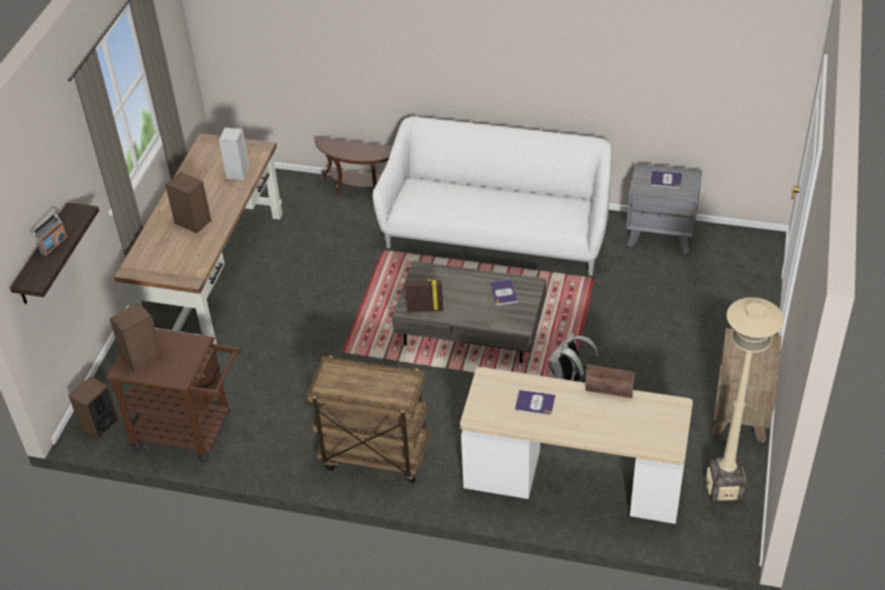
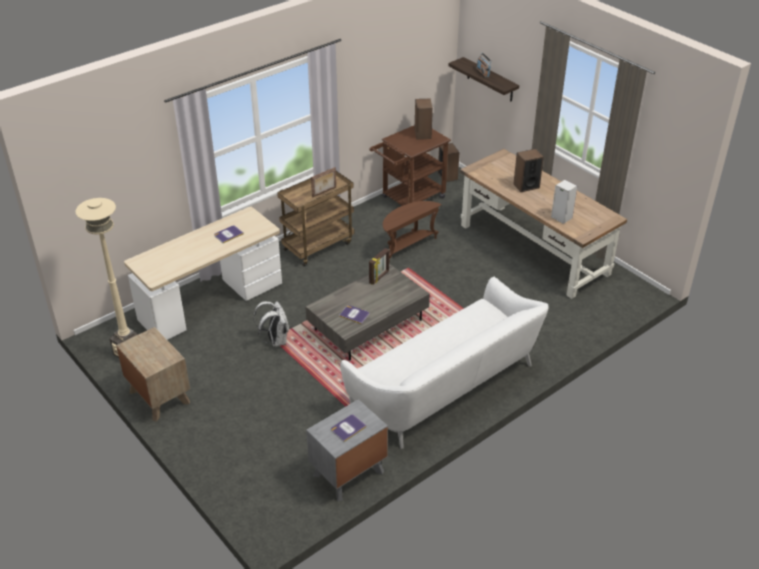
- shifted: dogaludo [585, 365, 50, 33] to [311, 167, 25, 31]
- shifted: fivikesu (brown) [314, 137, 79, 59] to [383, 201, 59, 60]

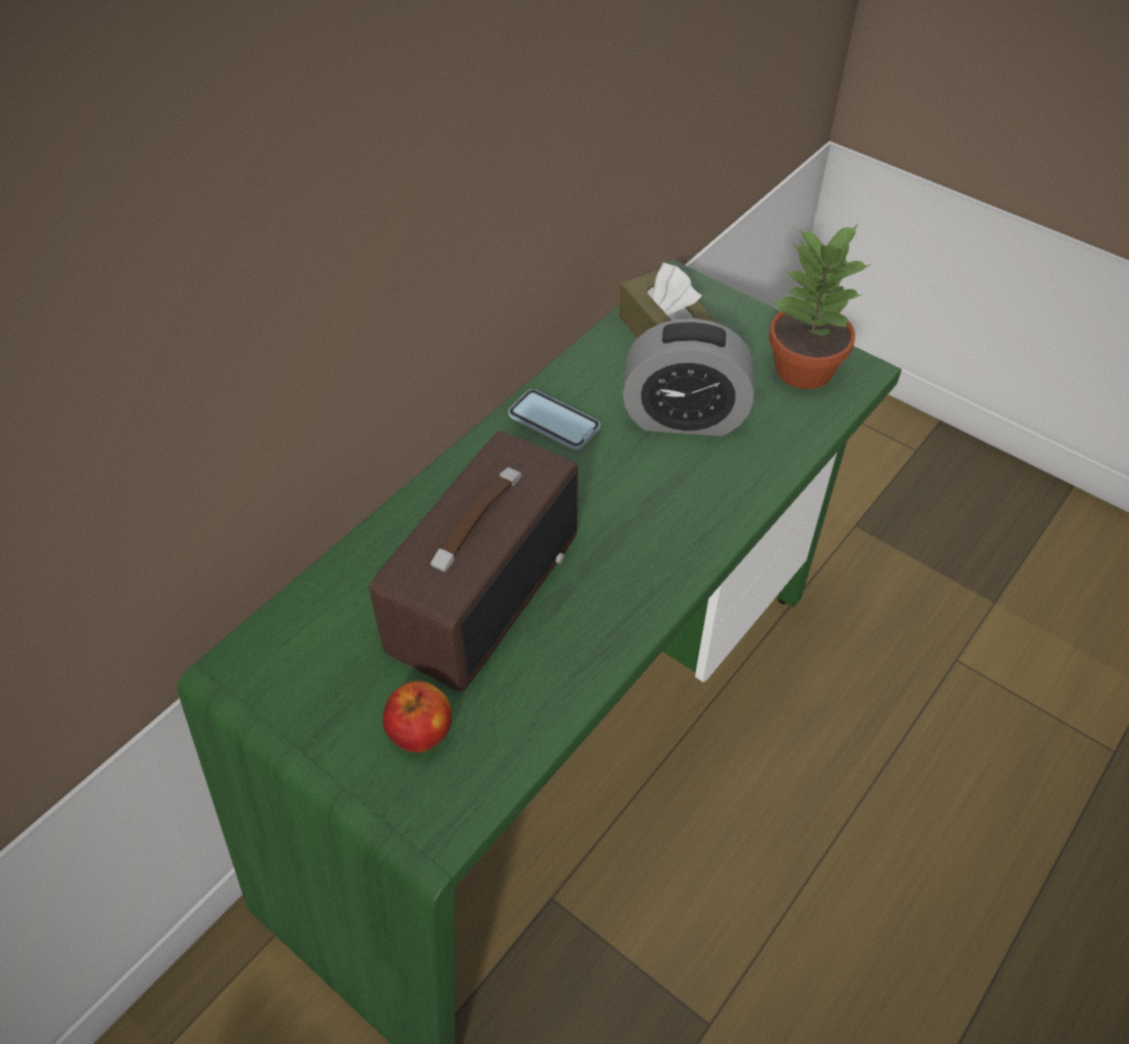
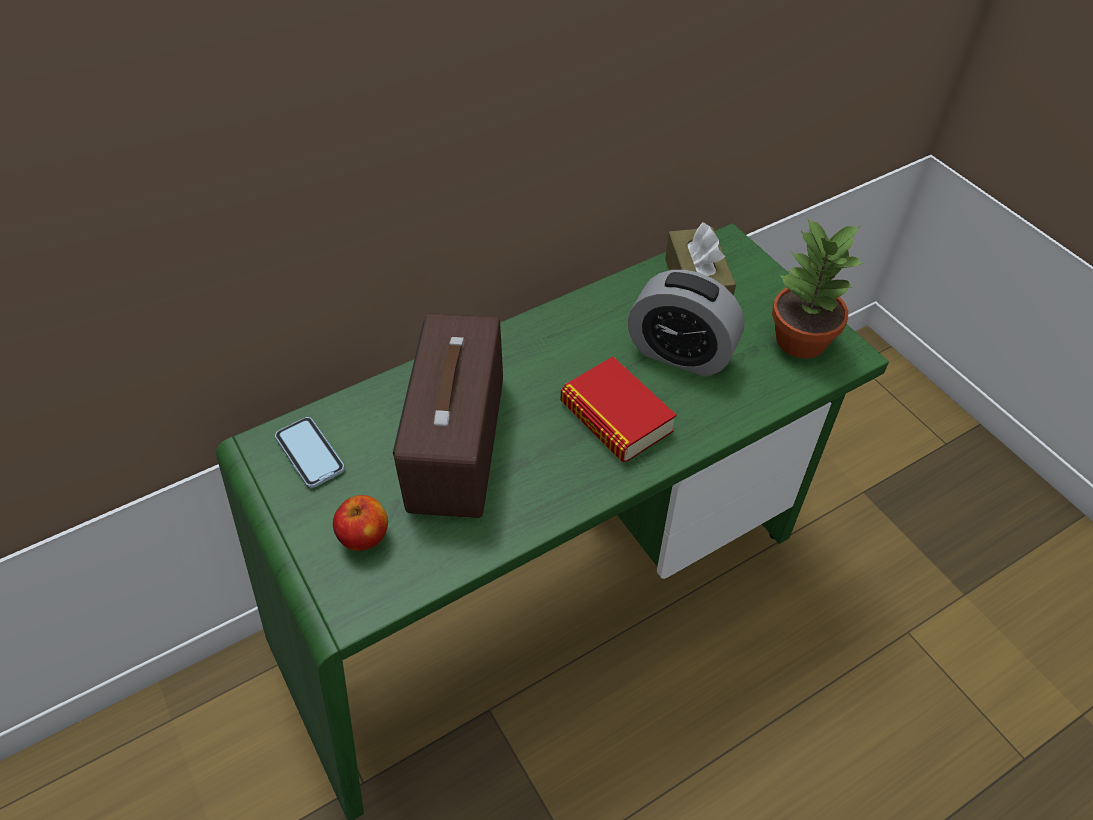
- shifted: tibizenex [508, 389, 92, 61] to [275, 417, 70, 71]
- rotated: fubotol [369, 431, 209, 260] = [393, 314, 110, 204] 135 degrees clockwise
- new: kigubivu [561, 357, 116, 106]

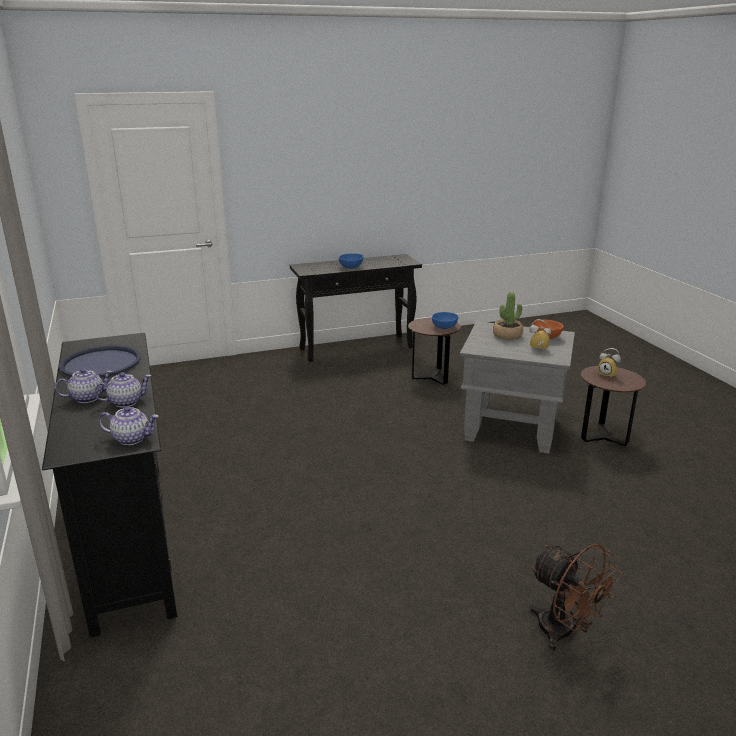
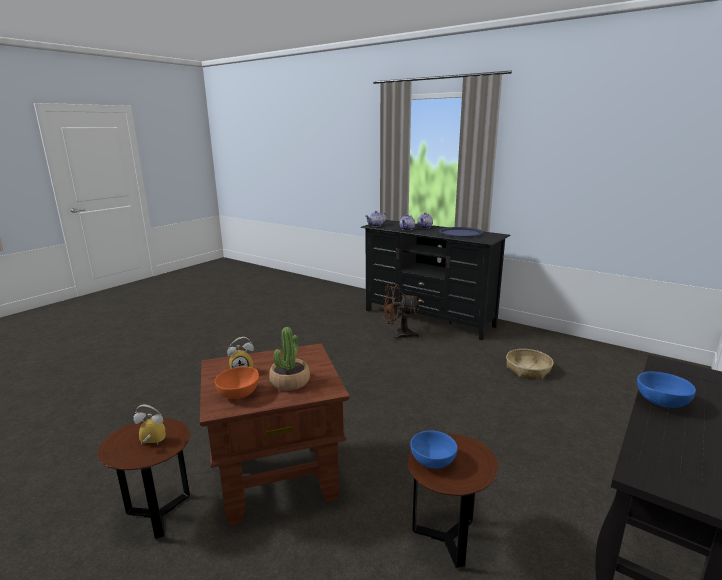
- repainted: fivikesu (grey) [460, 321, 115, 133] to fivikesu (brown) [200, 343, 149, 183]
- shifted: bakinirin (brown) [529, 544, 93, 107] to [382, 283, 38, 57]
- new: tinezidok [506, 349, 48, 30]

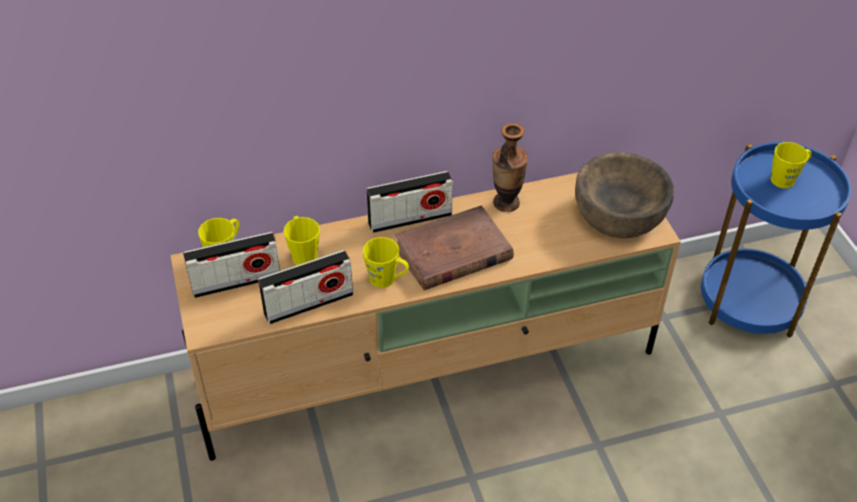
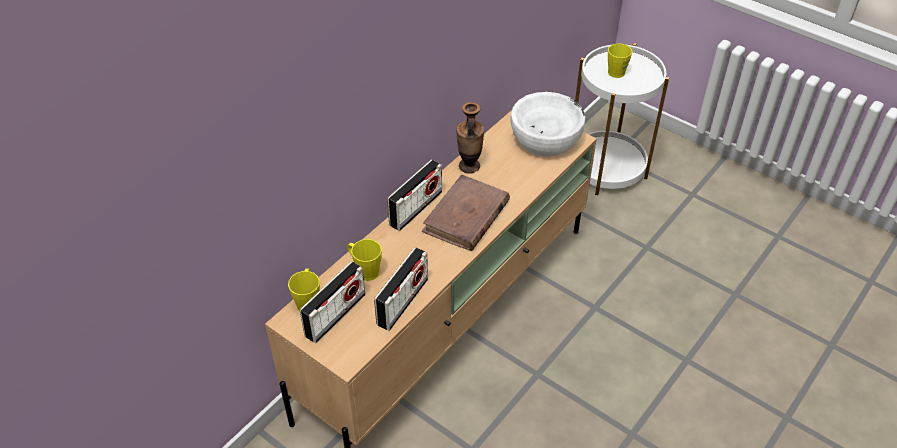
- repainted: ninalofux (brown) [575, 152, 99, 87] to ninalofux (white) [510, 92, 76, 65]
- repainted: fivikesu (blue) [701, 142, 150, 196] to fivikesu (white) [575, 43, 94, 152]
- gone: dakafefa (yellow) [363, 237, 46, 51]

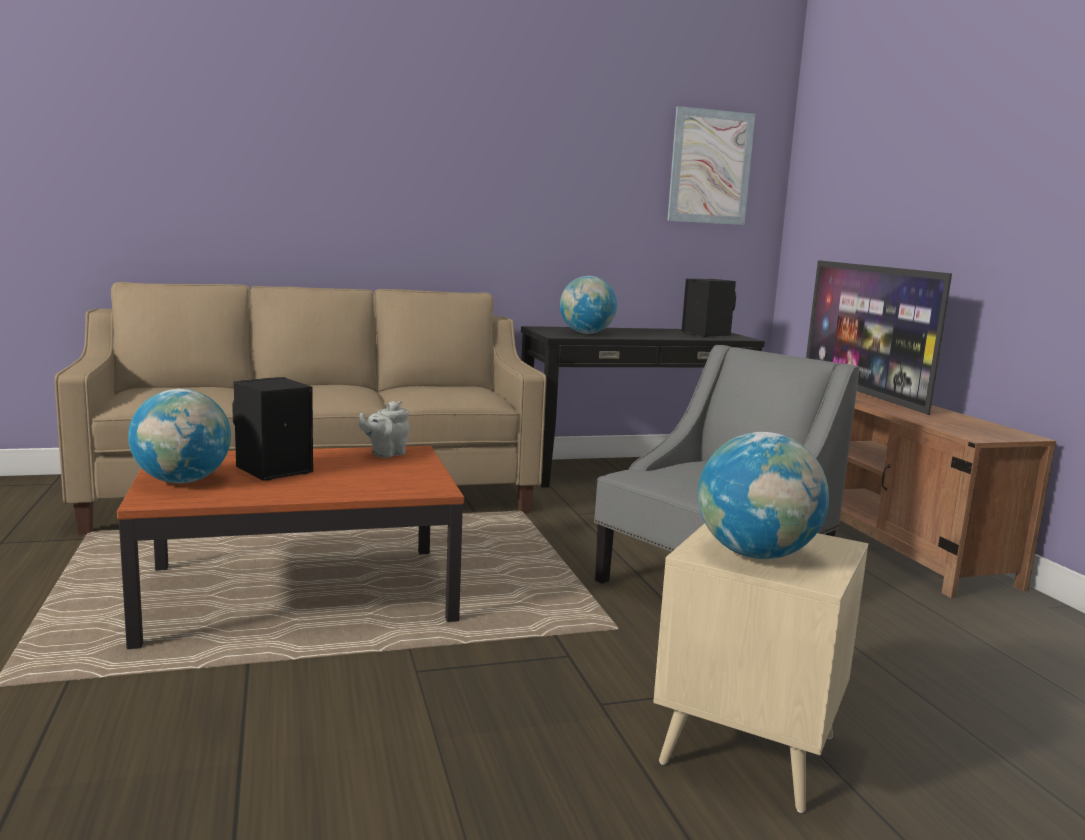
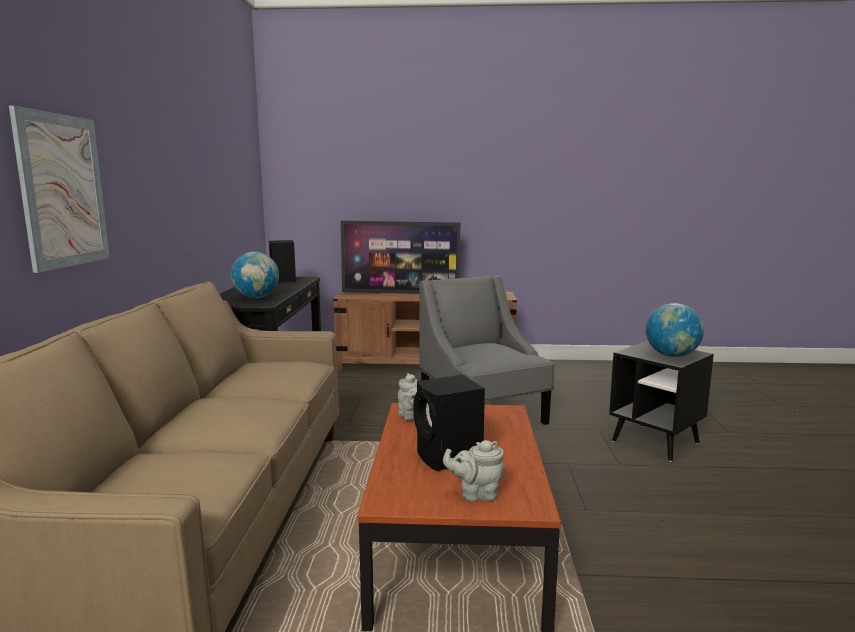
- shifted: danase [667, 106, 88, 119] to [9, 105, 101, 168]
- swapped: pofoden [128, 389, 103, 94] to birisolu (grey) [443, 440, 62, 61]
- repainted: fivikesu (beige) [653, 523, 215, 290] to fivikesu (black) [609, 341, 105, 121]

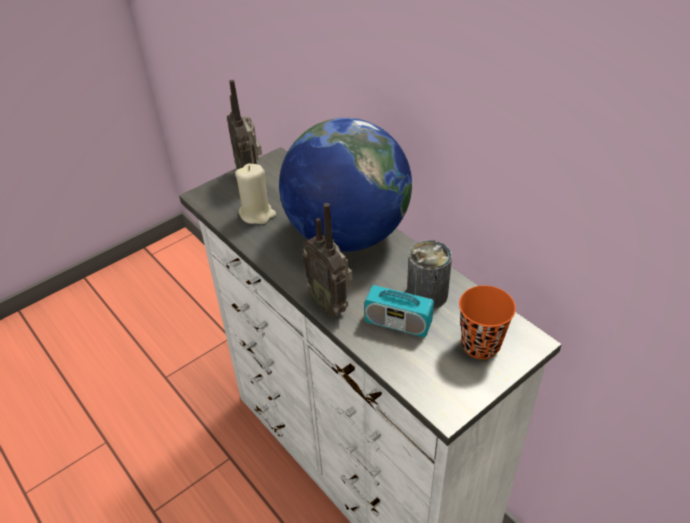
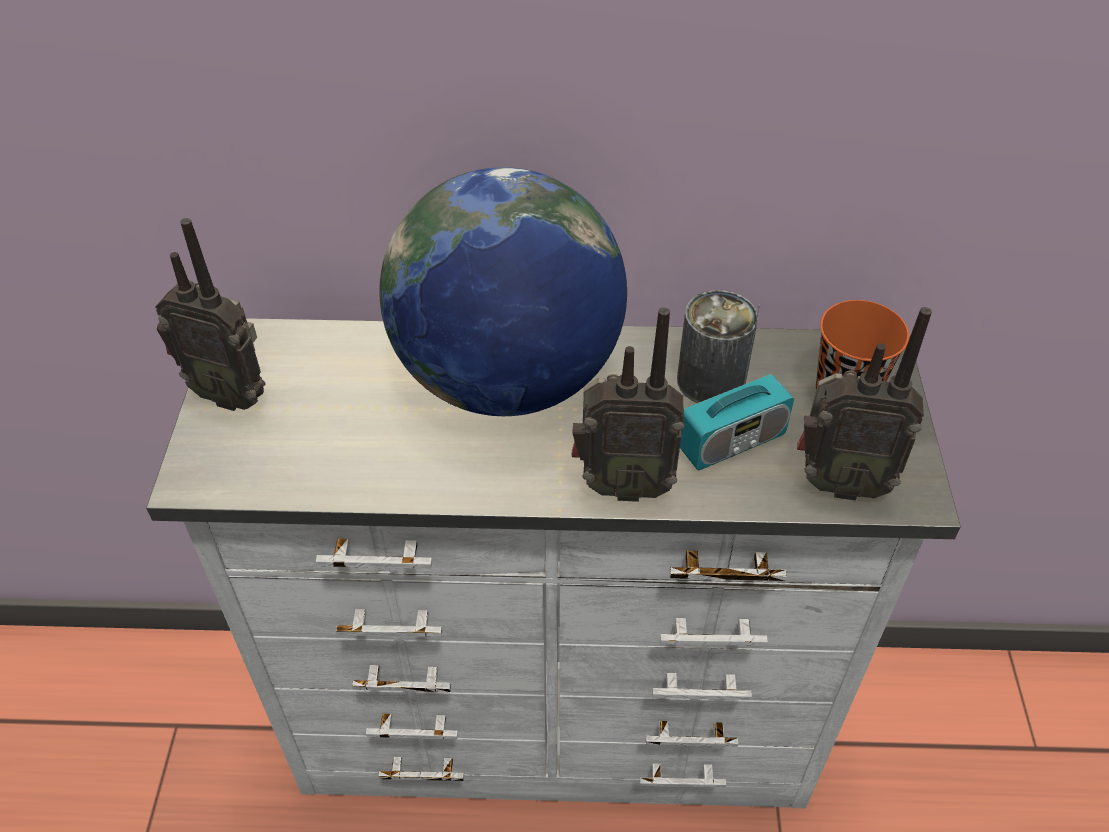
- new: fubotol [797, 307, 135, 194]
- gone: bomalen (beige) [235, 164, 41, 60]

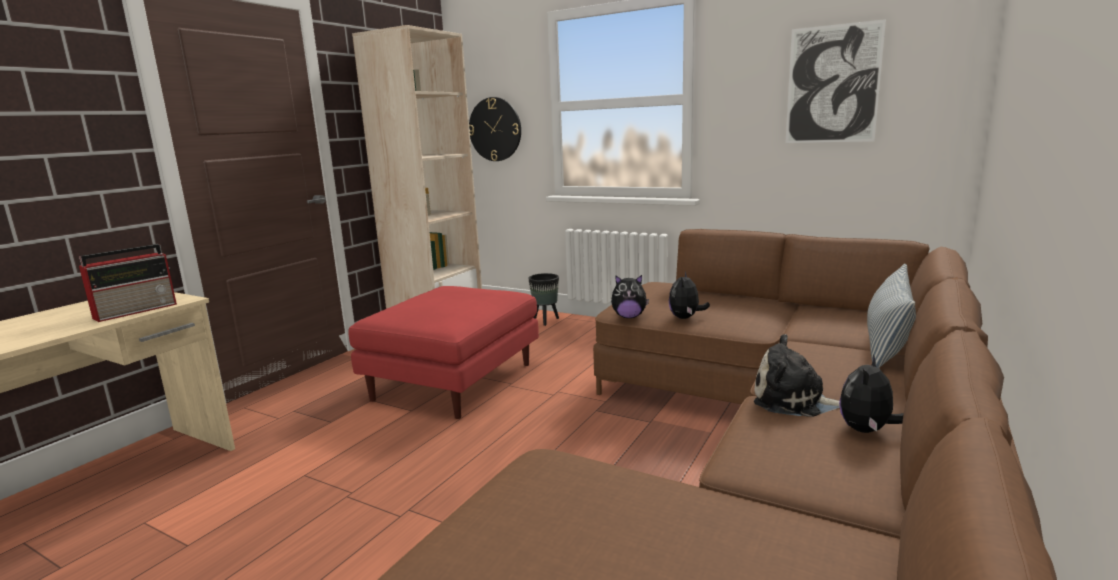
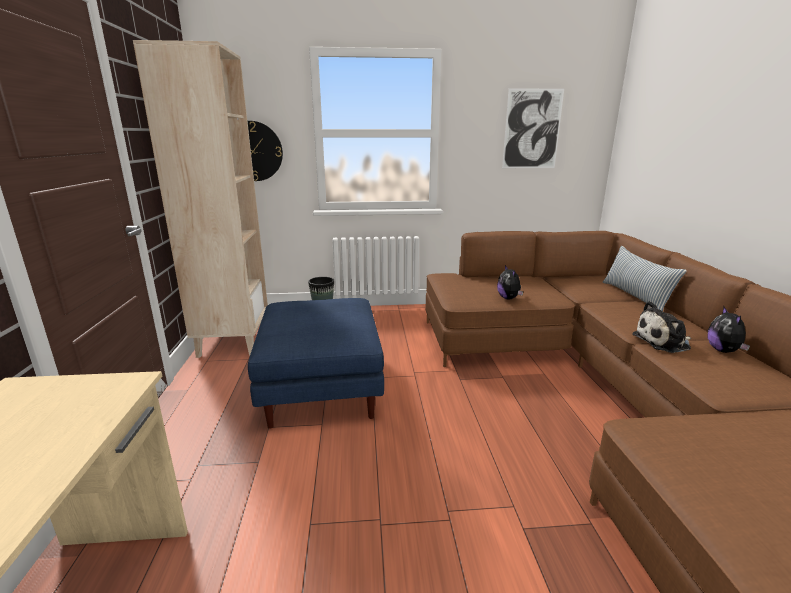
- repainted: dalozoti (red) [348, 286, 191, 133] to dalozoti (blue) [248, 298, 136, 131]
- gone: fubotol [79, 244, 98, 78]
- gone: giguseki [611, 275, 38, 43]

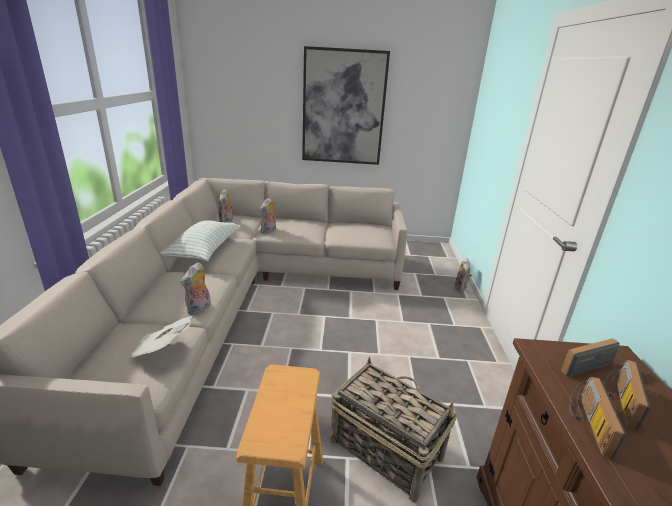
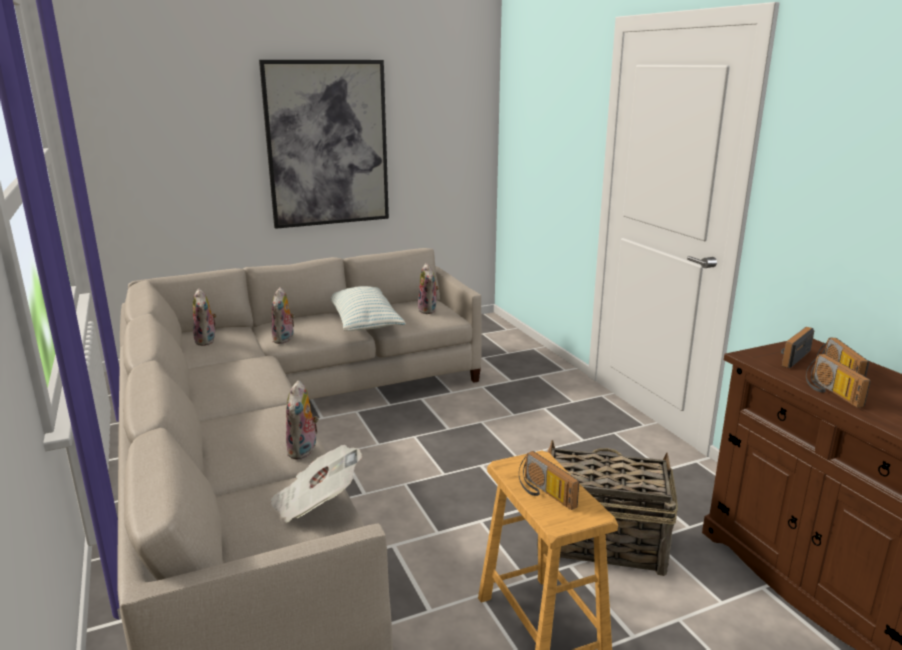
- shifted: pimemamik [159, 220, 82, 41] to [331, 286, 75, 45]
- shifted: giguseki [454, 258, 18, 34] to [418, 263, 21, 51]
- new: fubotol [519, 451, 61, 59]

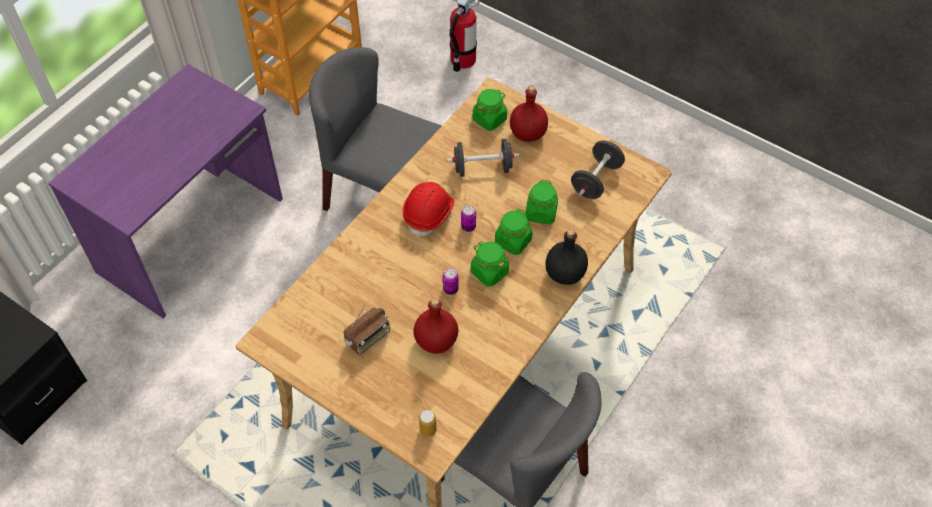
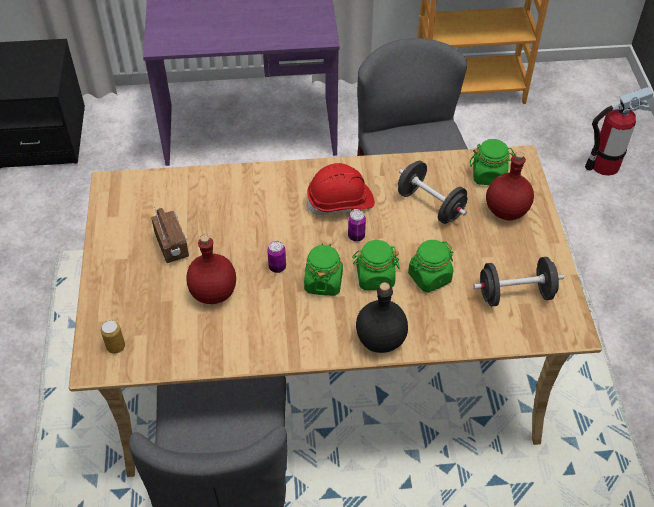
- rotated: fubotol [344, 303, 46, 52] = [151, 207, 38, 56] 120 degrees counterclockwise

